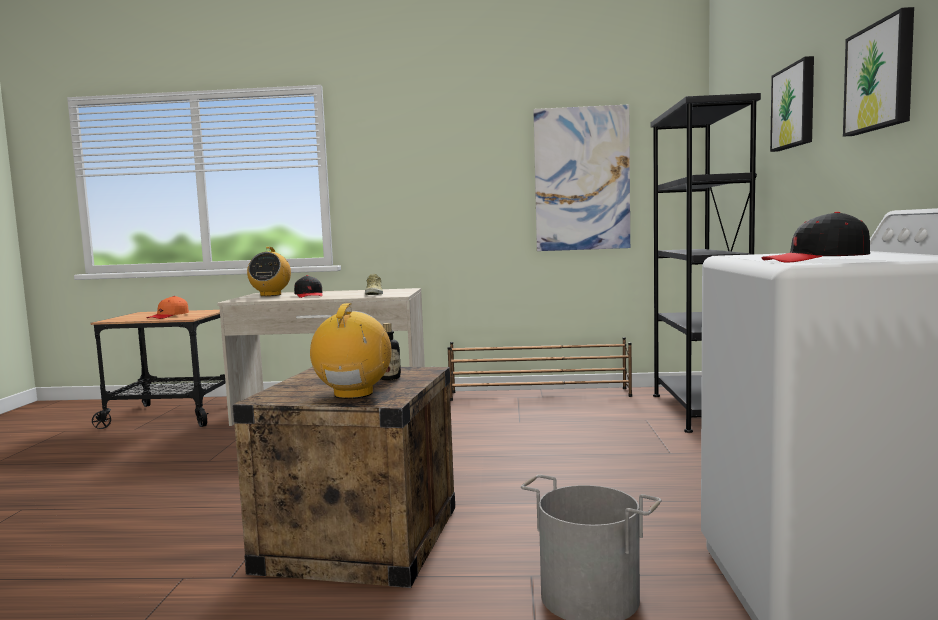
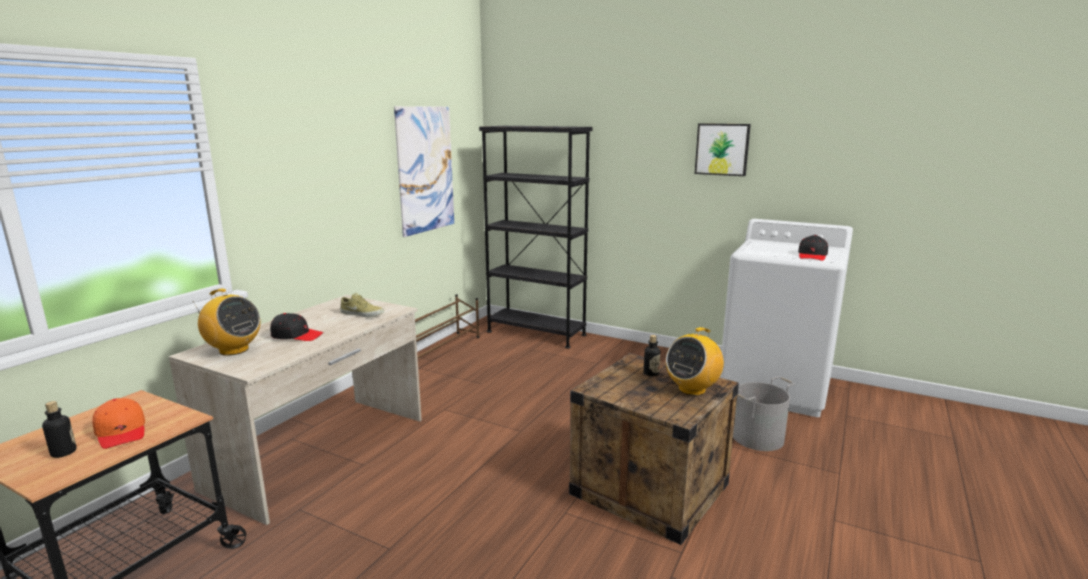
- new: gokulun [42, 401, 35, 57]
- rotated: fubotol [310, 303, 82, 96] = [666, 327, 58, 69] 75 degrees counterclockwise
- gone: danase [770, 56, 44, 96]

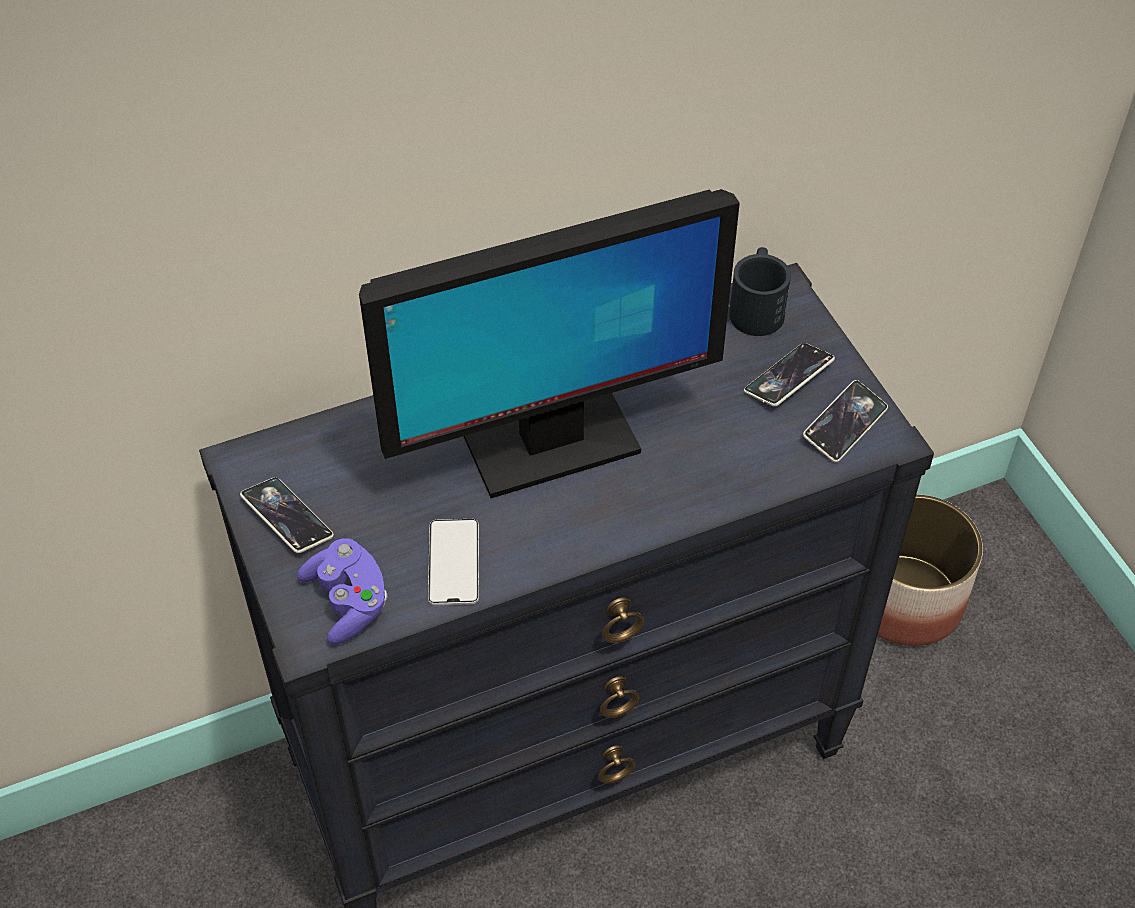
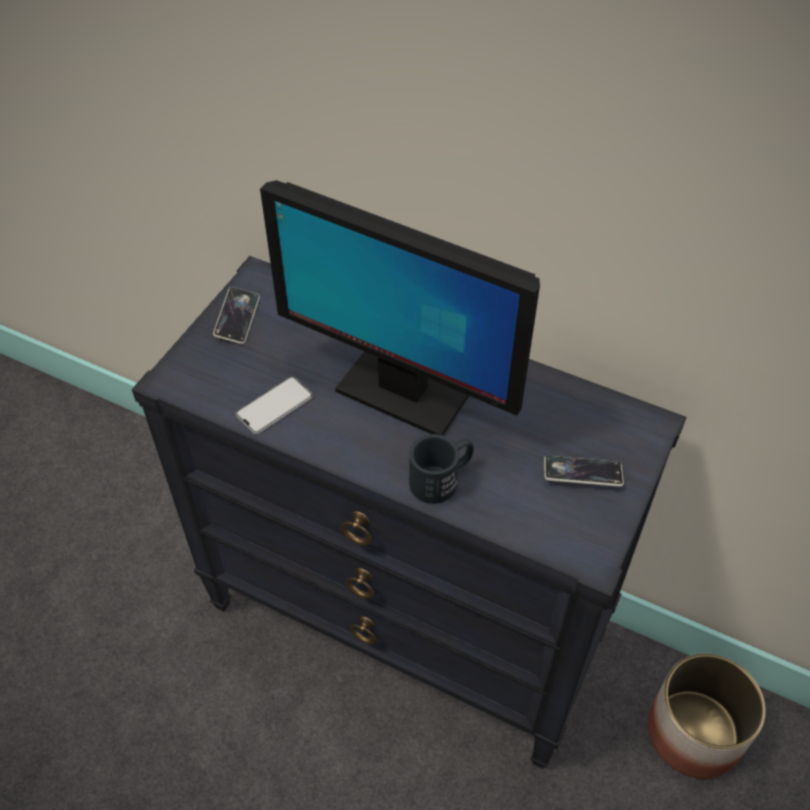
- shifted: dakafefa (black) [729, 247, 62, 89] to [409, 434, 65, 70]
- gone: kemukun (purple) [297, 539, 91, 105]
- gone: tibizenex [803, 380, 85, 83]

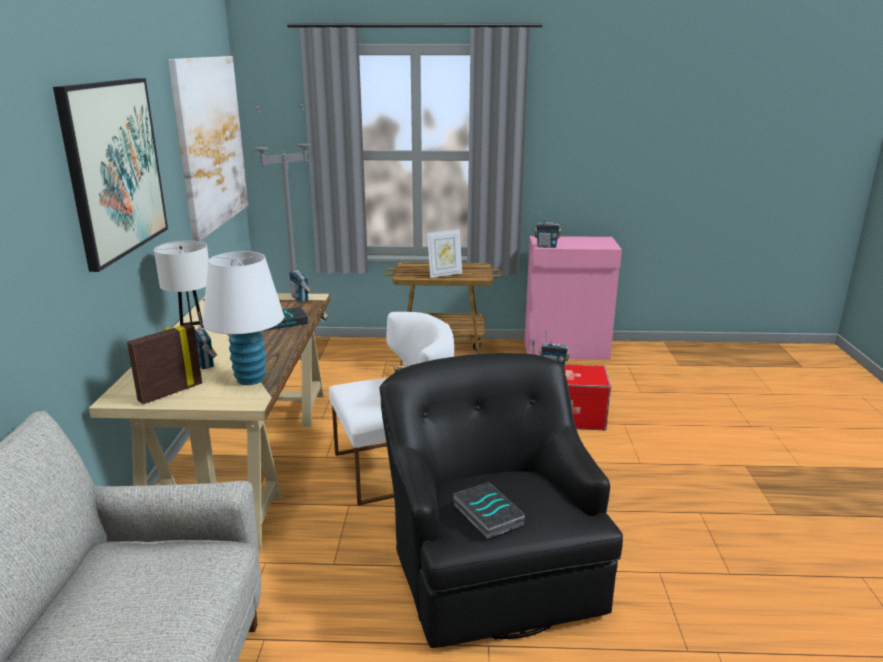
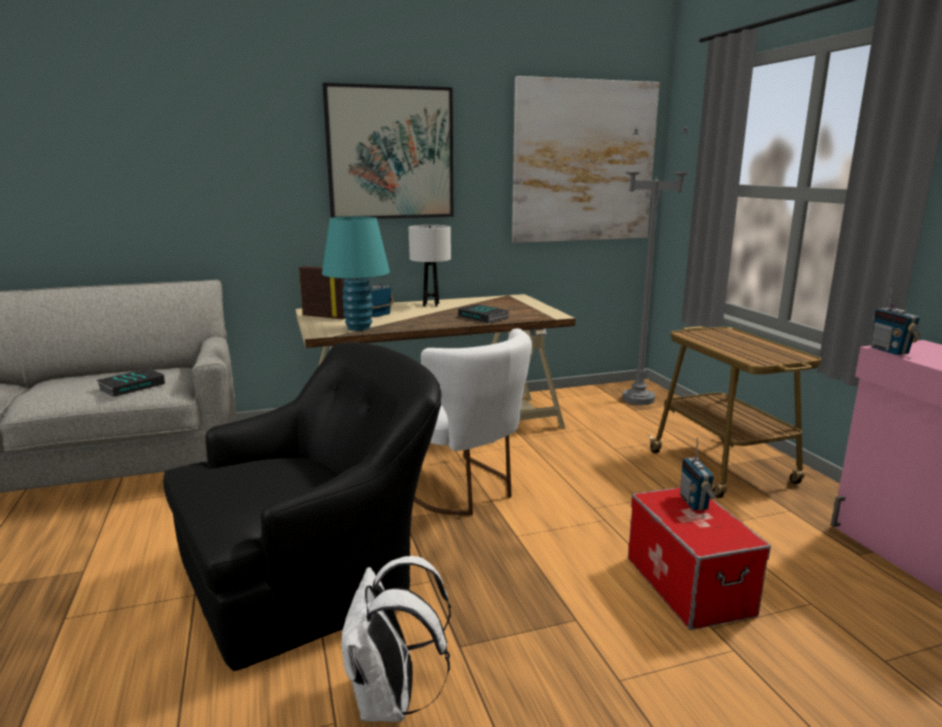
- shifted: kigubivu [453, 482, 72, 57] to [97, 368, 68, 29]
- repainted: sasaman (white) [203, 251, 81, 134] to sasaman (turquoise) [322, 217, 68, 114]
- new: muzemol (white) [341, 556, 110, 166]
- gone: fubotol [289, 257, 23, 45]
- gone: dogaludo [427, 229, 35, 49]

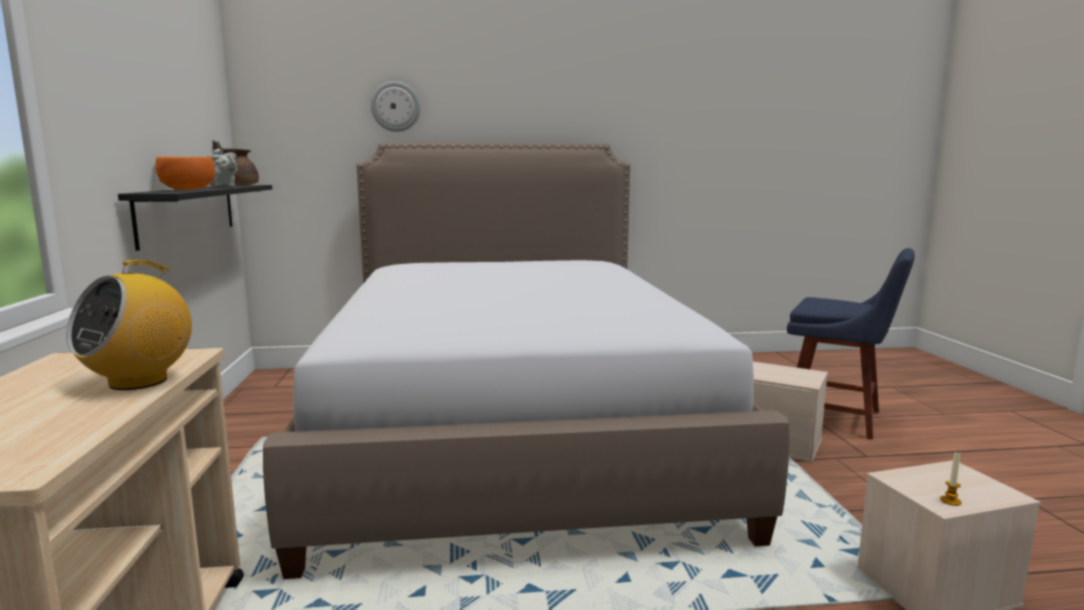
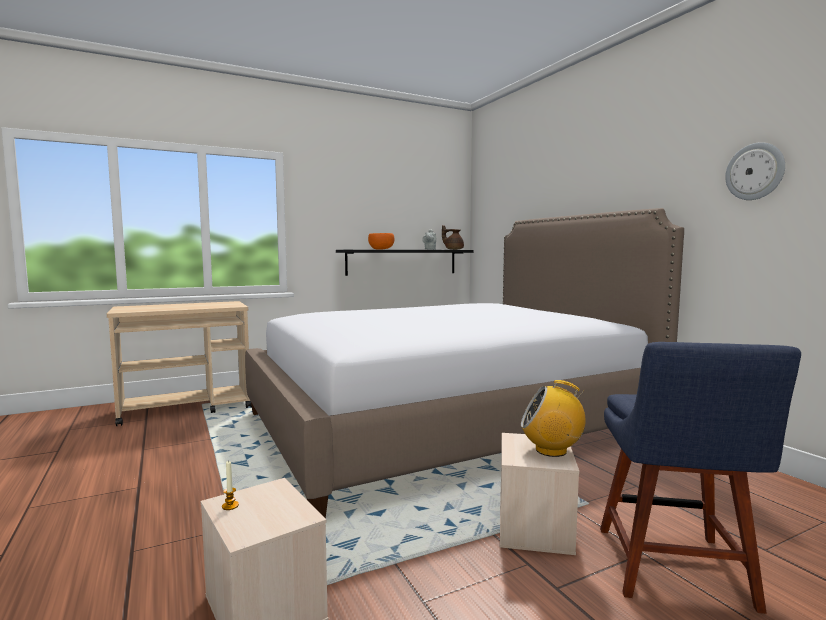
- shifted: fubotol [66, 260, 126, 130] to [521, 380, 65, 77]
- shifted: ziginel [371, 81, 49, 51] to [725, 142, 60, 58]

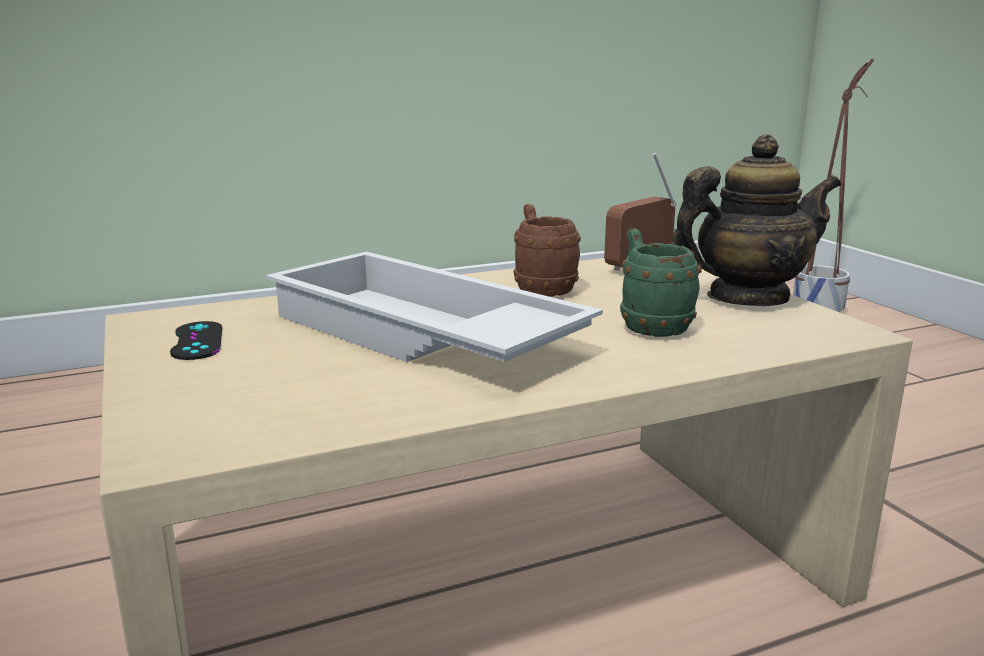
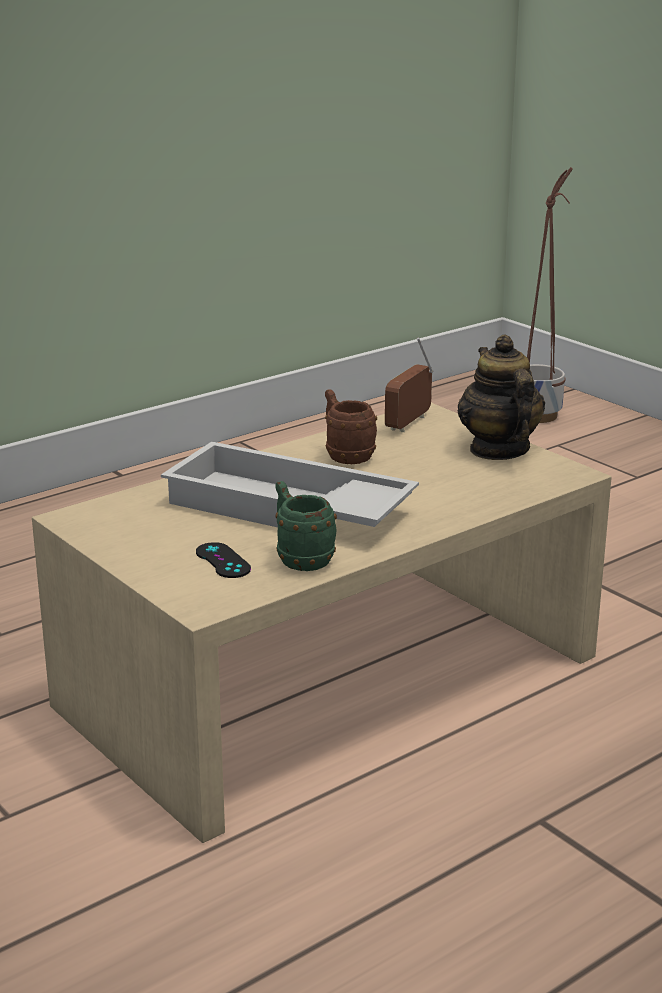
- shifted: kemukun (black) [170, 321, 52, 39] to [196, 542, 55, 36]
- shifted: dakafefa (green) [620, 228, 82, 109] to [275, 481, 62, 90]
- rotated: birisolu [670, 134, 171, 172] = [458, 334, 87, 126] 75 degrees counterclockwise

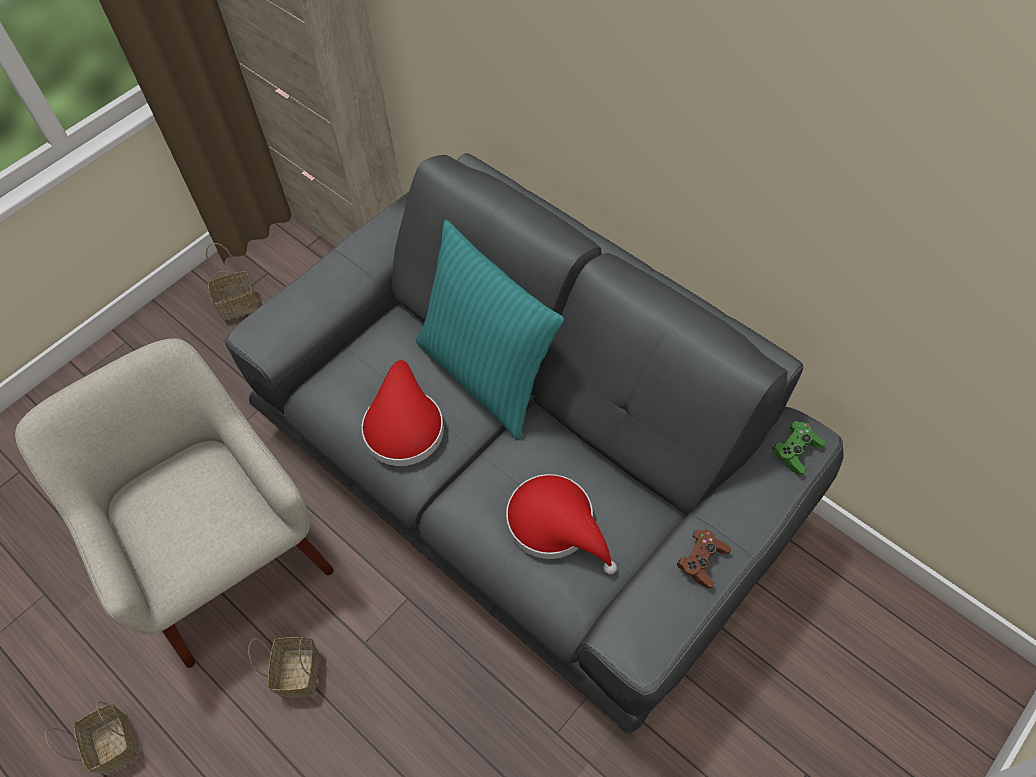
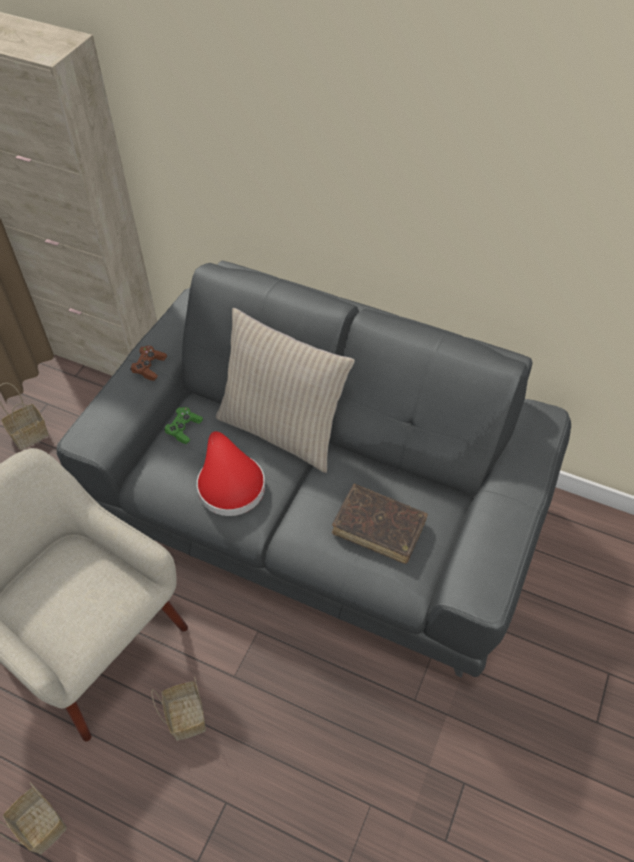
- shifted: kemukun (brown) [677, 529, 54, 60] to [130, 345, 37, 36]
- shifted: kemukun (green) [772, 421, 53, 54] to [164, 407, 39, 37]
- repainted: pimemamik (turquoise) [416, 220, 148, 220] to pimemamik (beige) [216, 308, 139, 165]
- swapped: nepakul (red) [506, 474, 111, 100] to kigubivu (brown) [332, 484, 96, 80]

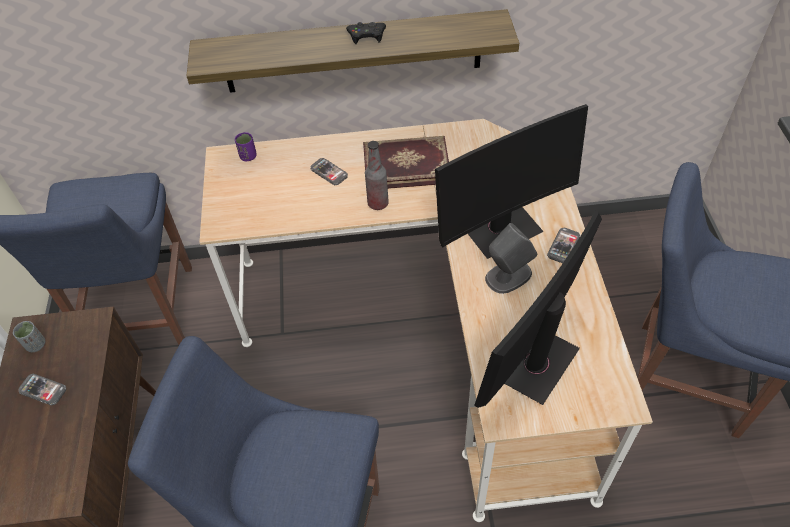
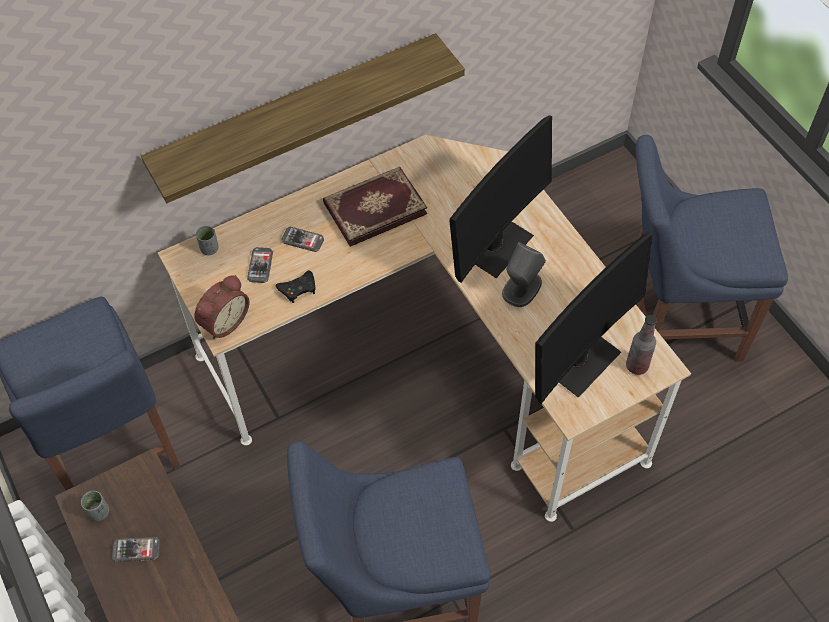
- new: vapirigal [194, 275, 55, 64]
- repainted: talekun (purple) [235, 132, 22, 29] to talekun (grey) [196, 225, 23, 30]
- shifted: tibizenex [547, 228, 33, 35] to [247, 247, 26, 36]
- shifted: kemukun (black) [346, 22, 40, 22] to [276, 271, 40, 32]
- rotated: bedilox [474, 211, 128, 197] = [535, 232, 117, 172] 150 degrees counterclockwise
- shifted: gokulun [365, 141, 24, 69] to [626, 315, 31, 60]

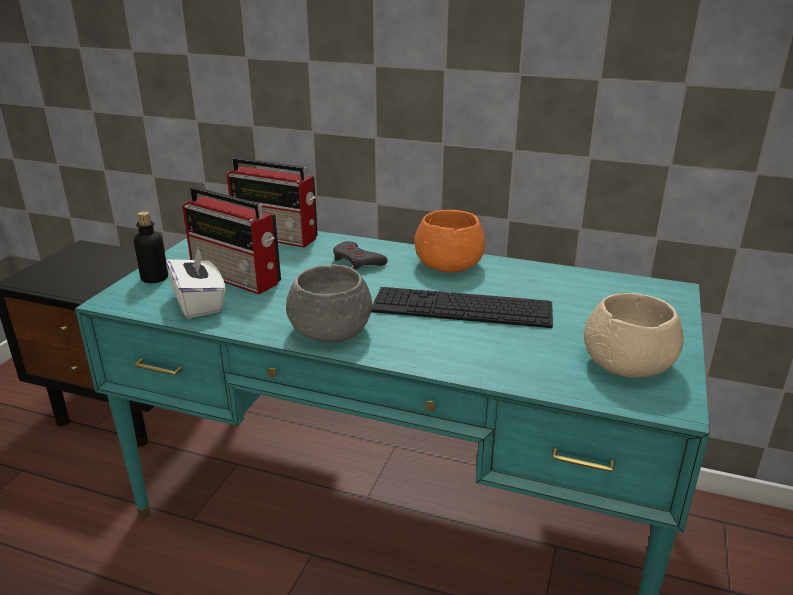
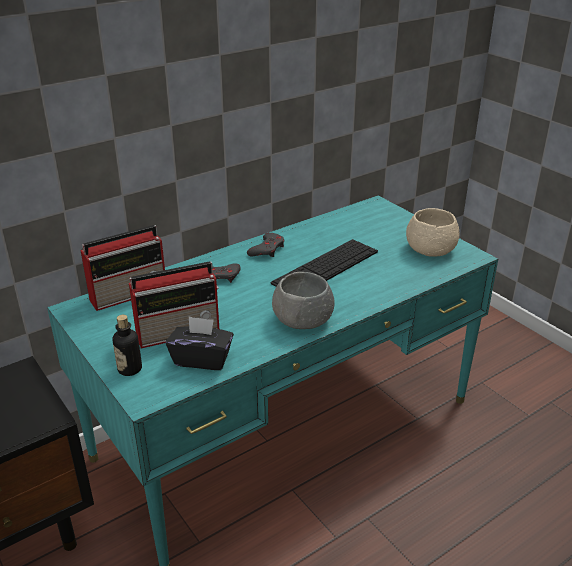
- repainted: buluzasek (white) [166, 248, 60, 70] to buluzasek (black) [166, 316, 68, 54]
- swapped: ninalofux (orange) [415, 210, 70, 63] to kemukun (grey) [247, 233, 37, 24]

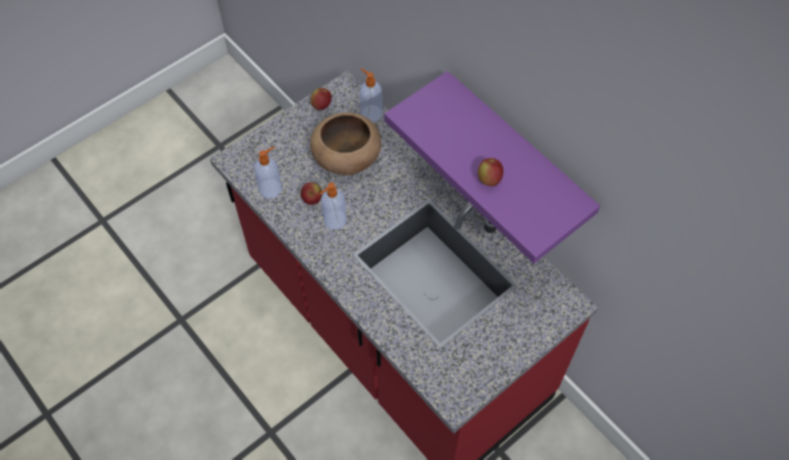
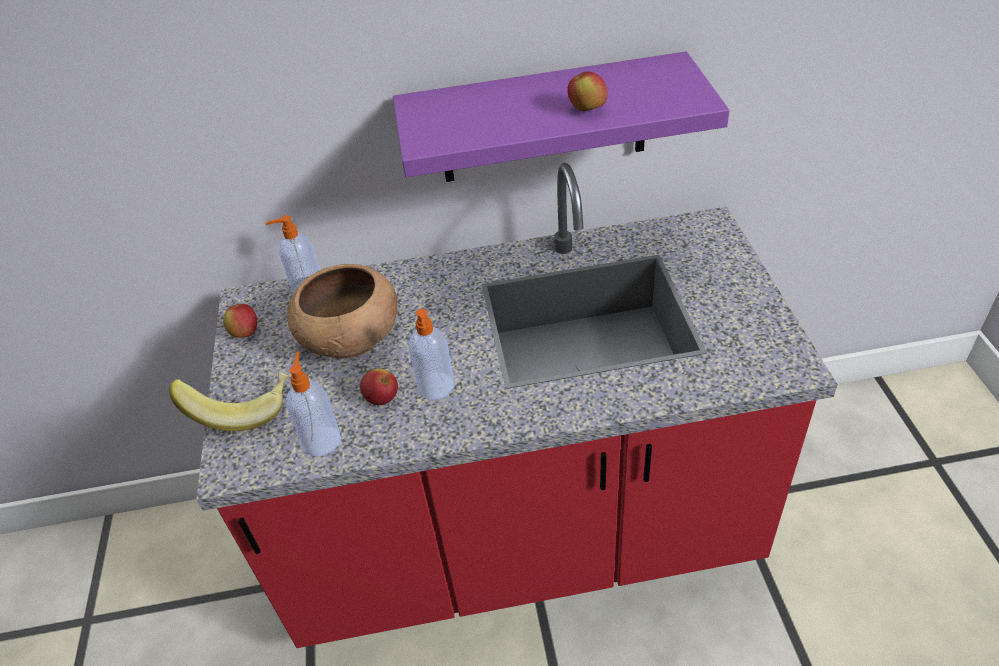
- new: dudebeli [169, 373, 120, 58]

